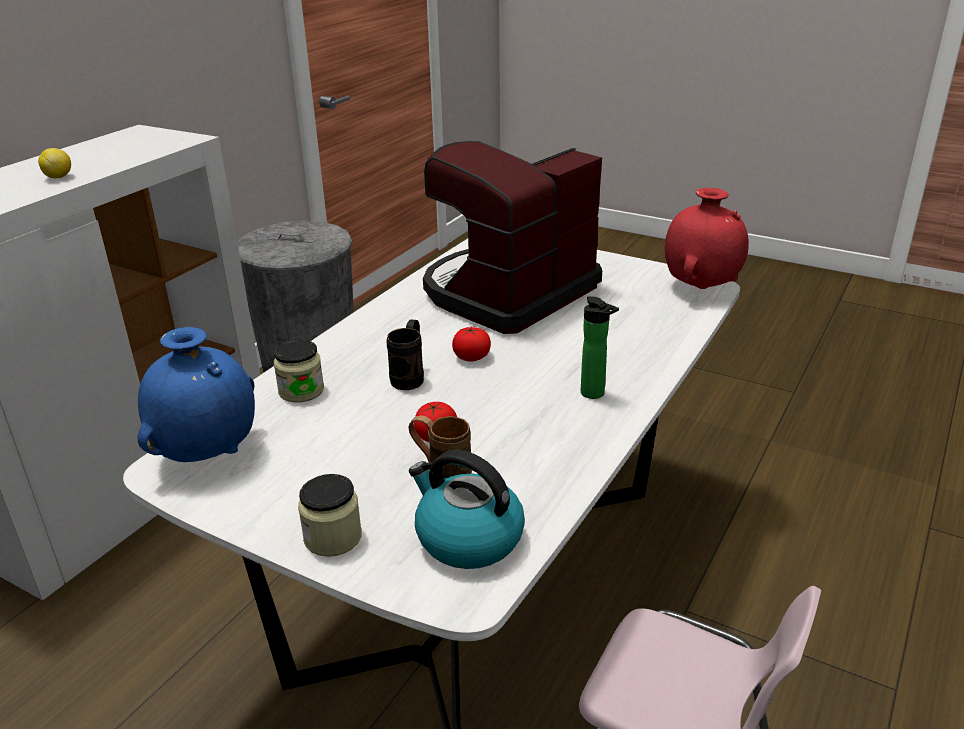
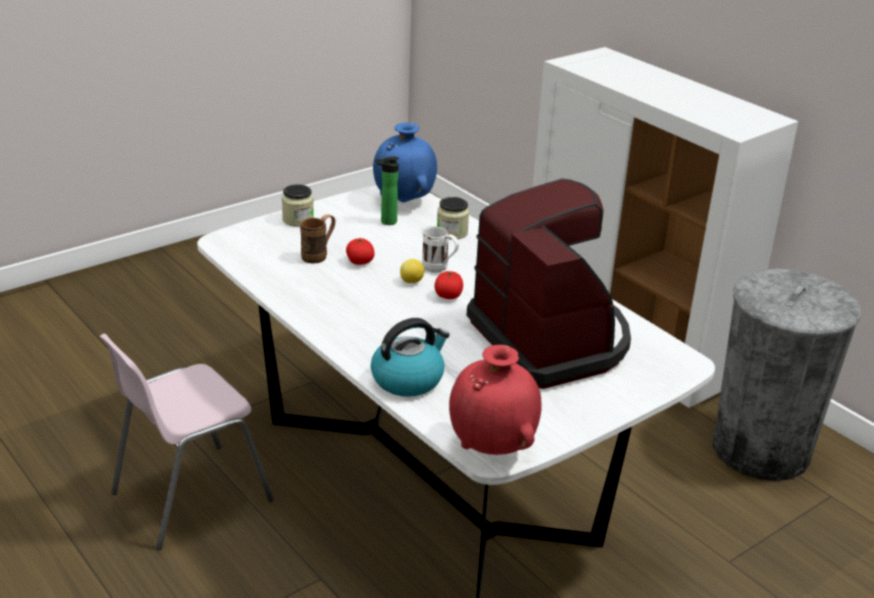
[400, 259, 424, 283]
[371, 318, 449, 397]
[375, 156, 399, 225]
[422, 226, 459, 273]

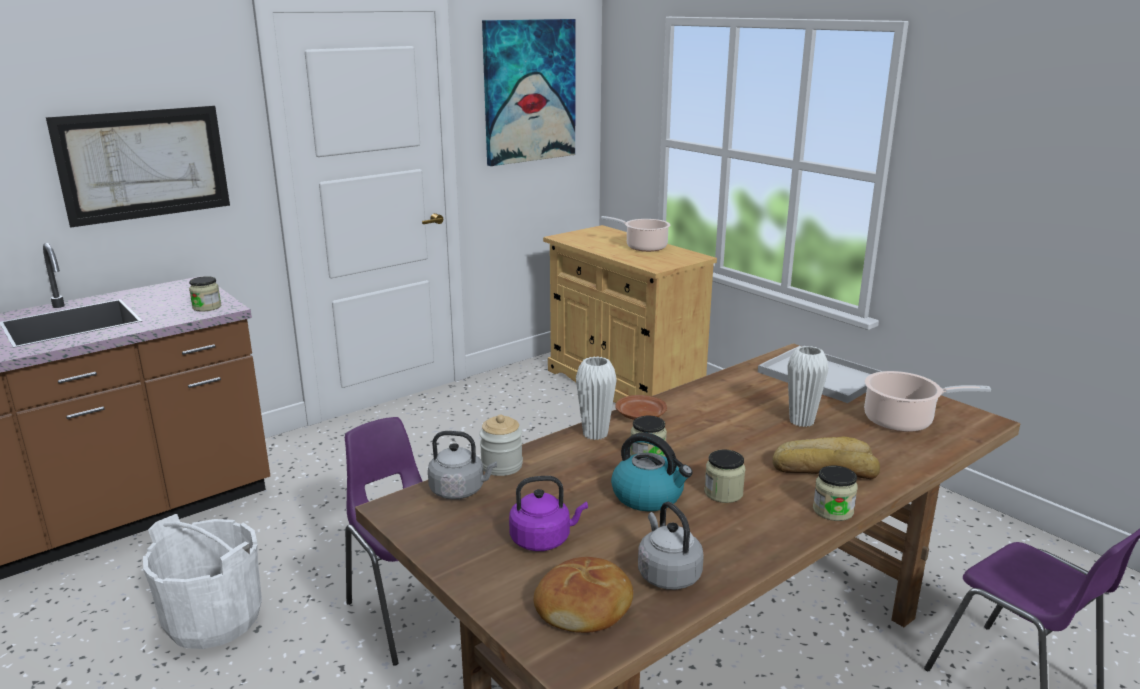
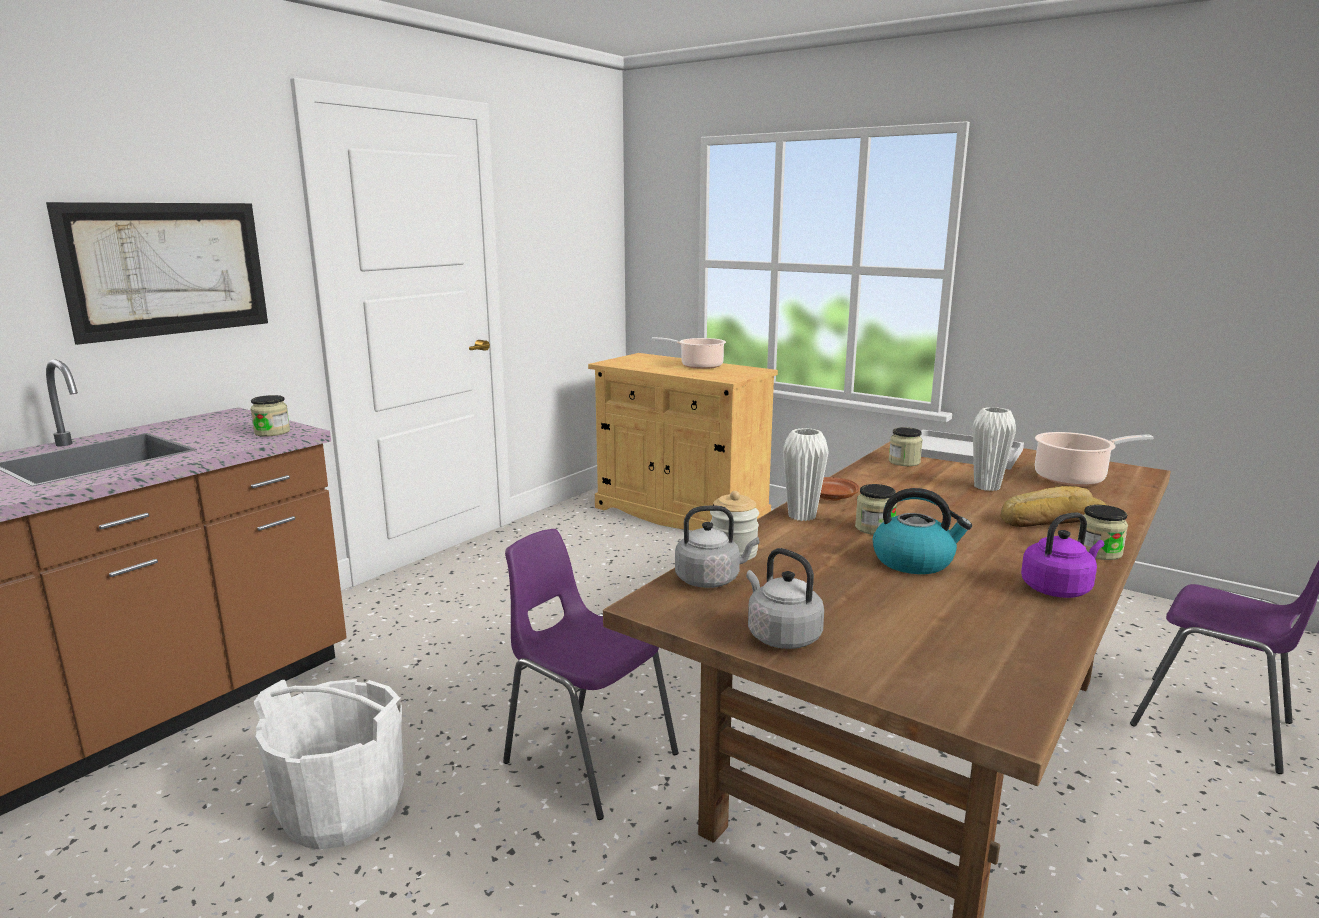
[482, 19, 576, 166] (first image)
[534, 557, 633, 633] (first image)
[1021, 512, 1104, 598]
[746, 548, 824, 649]
[889, 427, 923, 466]

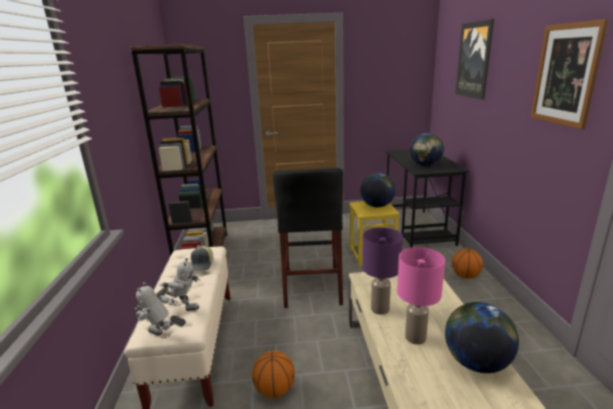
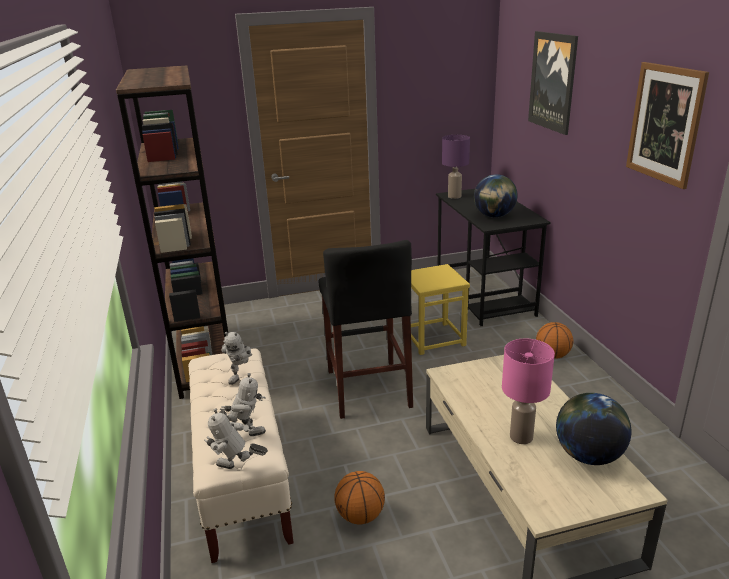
[360, 173, 395, 207] (first image)
[442, 135, 470, 199]
[221, 332, 252, 385]

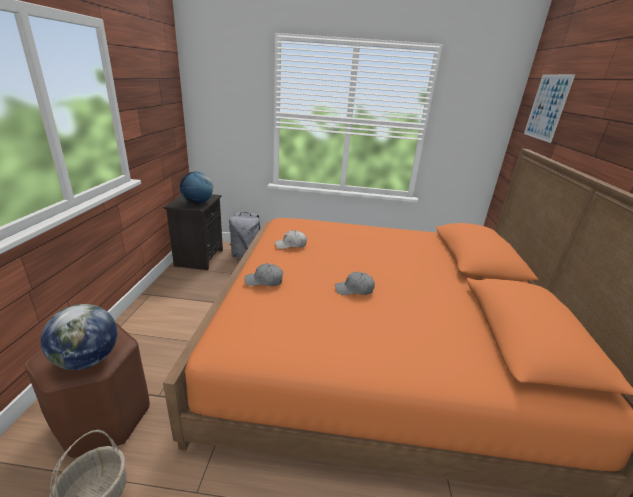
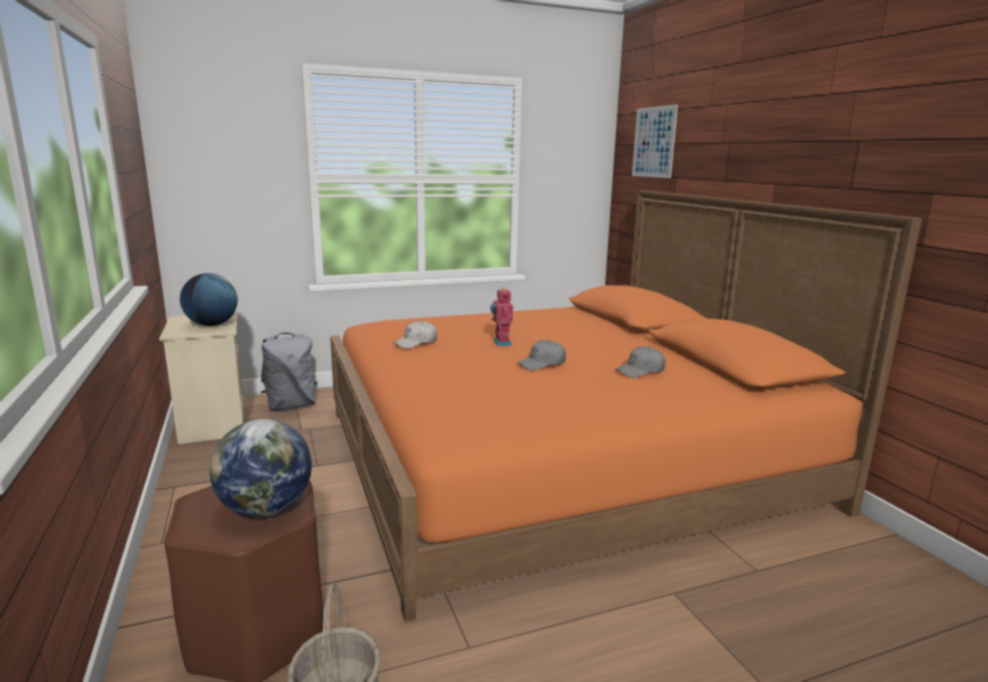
[490, 287, 513, 346]
[615, 346, 666, 378]
[159, 312, 245, 444]

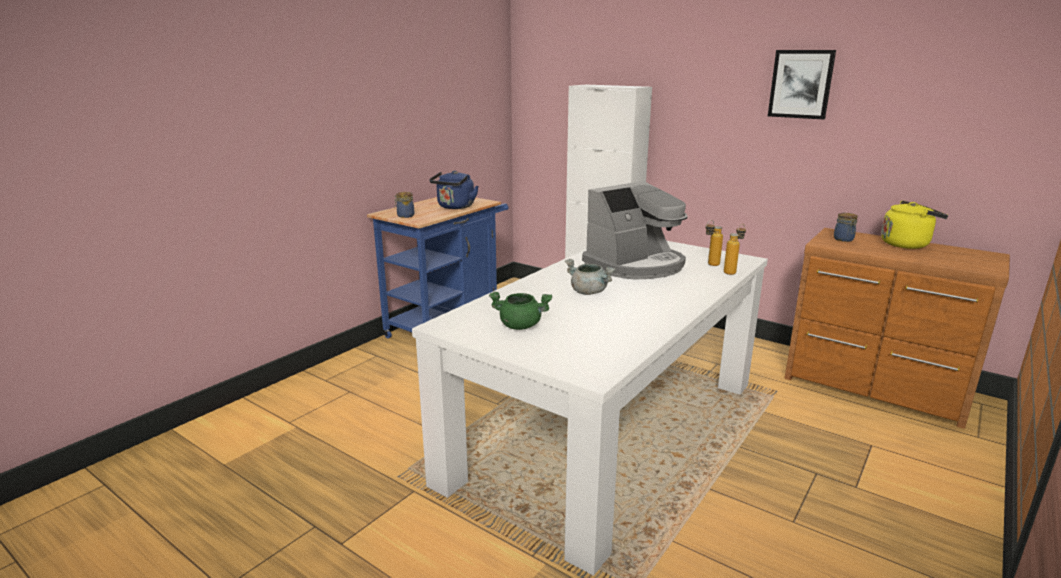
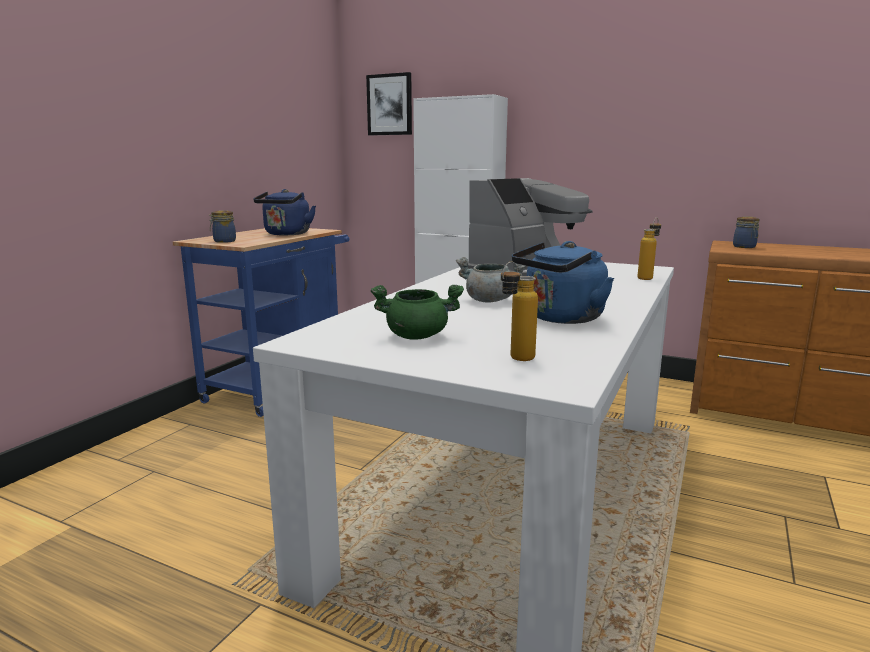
[881, 201, 948, 249] (first image)
[512, 241, 614, 324]
[501, 262, 538, 361]
[366, 72, 412, 135]

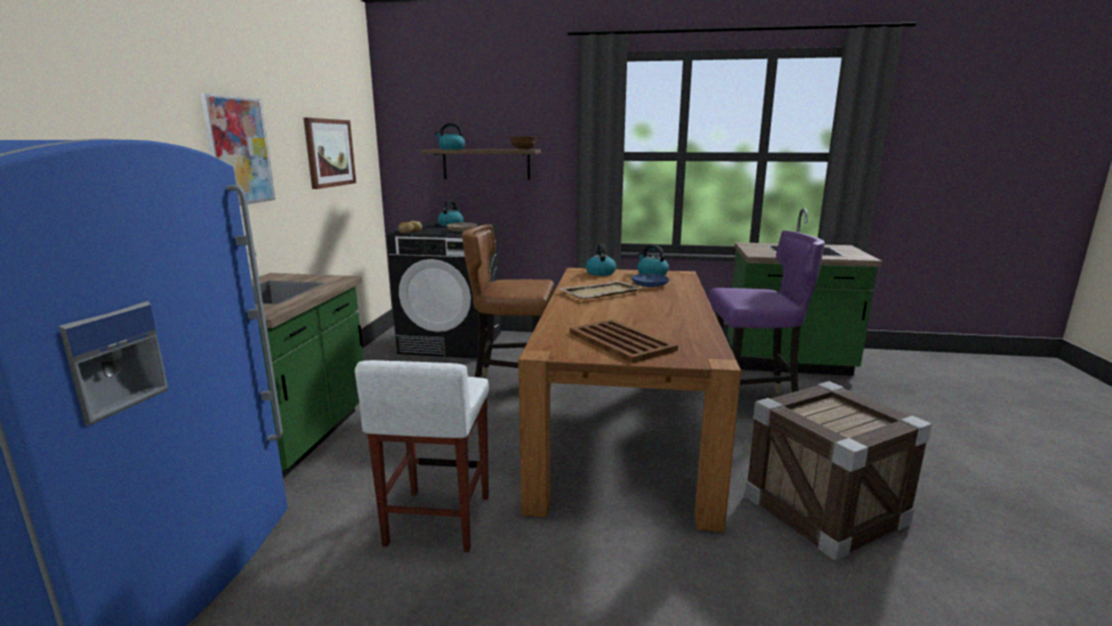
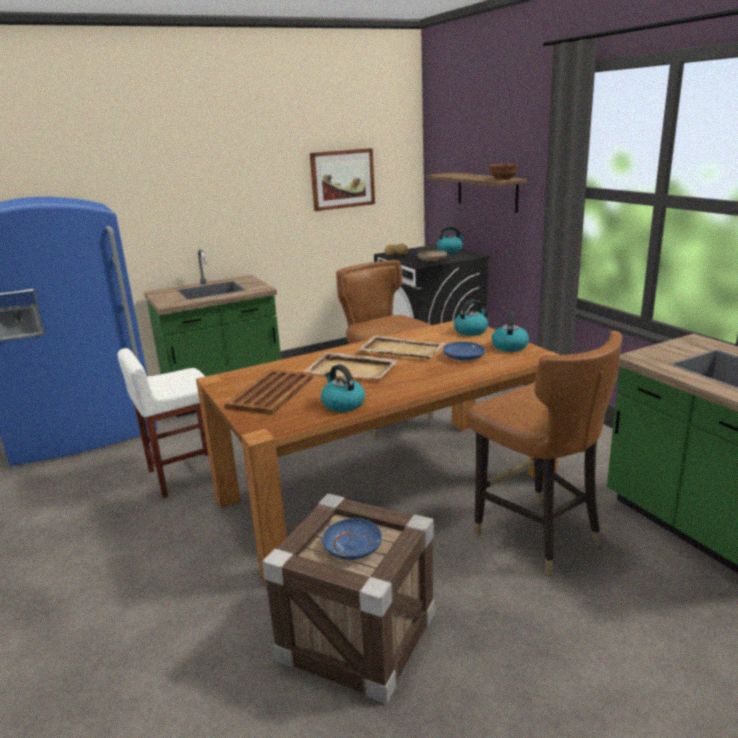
[200, 93, 275, 206] (first image)
[303, 352, 398, 379]
[322, 518, 382, 560]
[321, 364, 365, 412]
[466, 331, 622, 576]

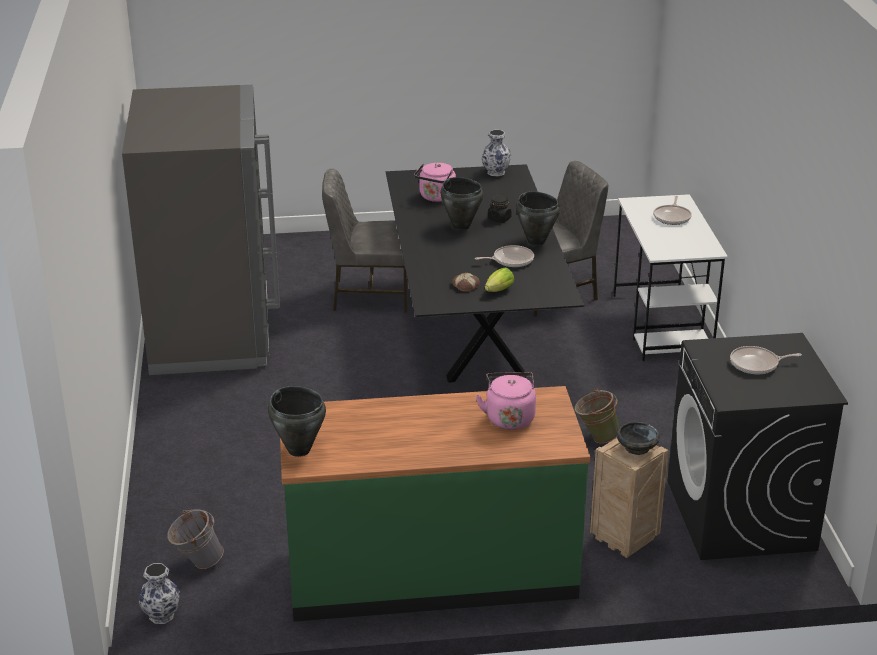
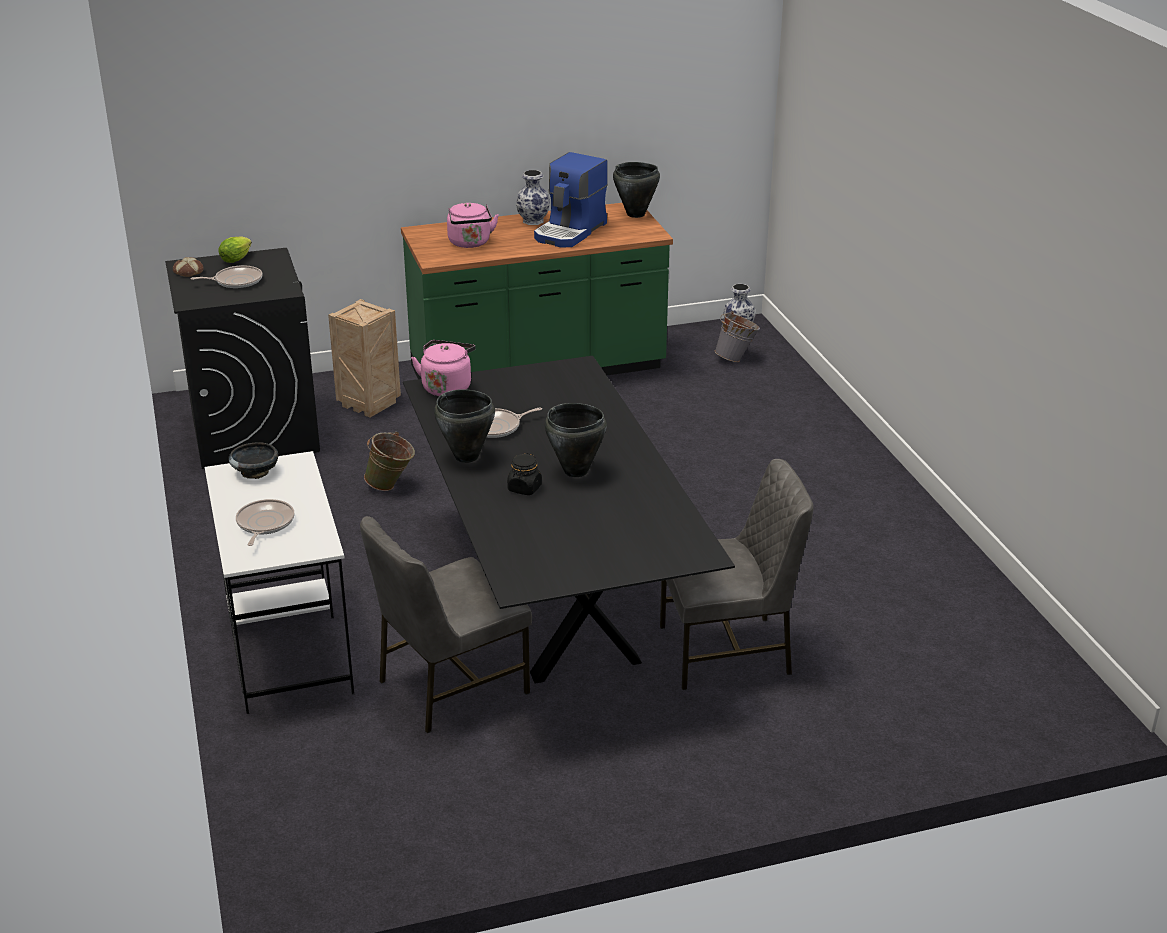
[122, 85, 280, 375] (first image)
[534, 152, 608, 248]
[411, 340, 476, 396]
[173, 257, 204, 277]
[516, 170, 550, 225]
[219, 236, 252, 263]
[229, 442, 278, 479]

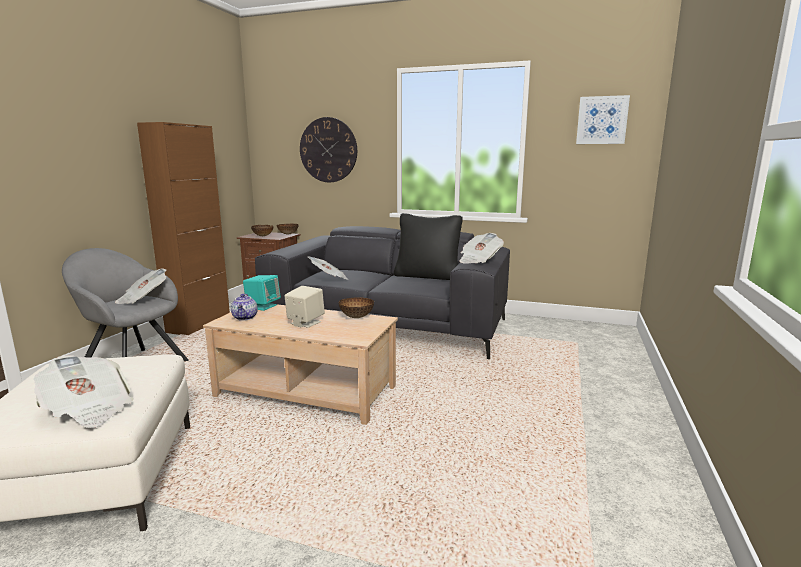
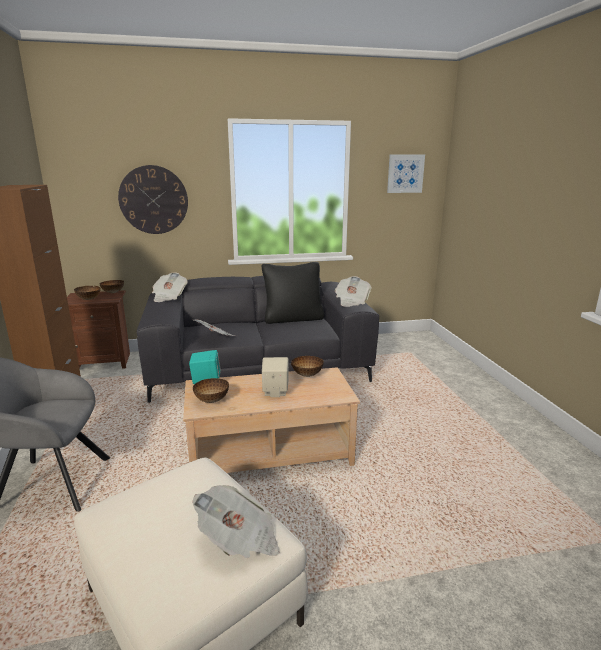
[152, 272, 188, 302]
[193, 378, 229, 403]

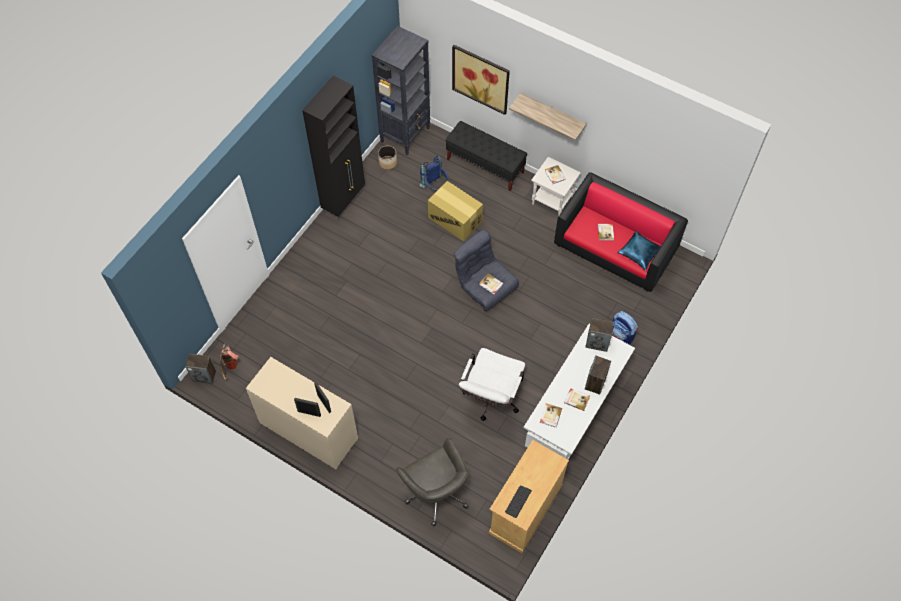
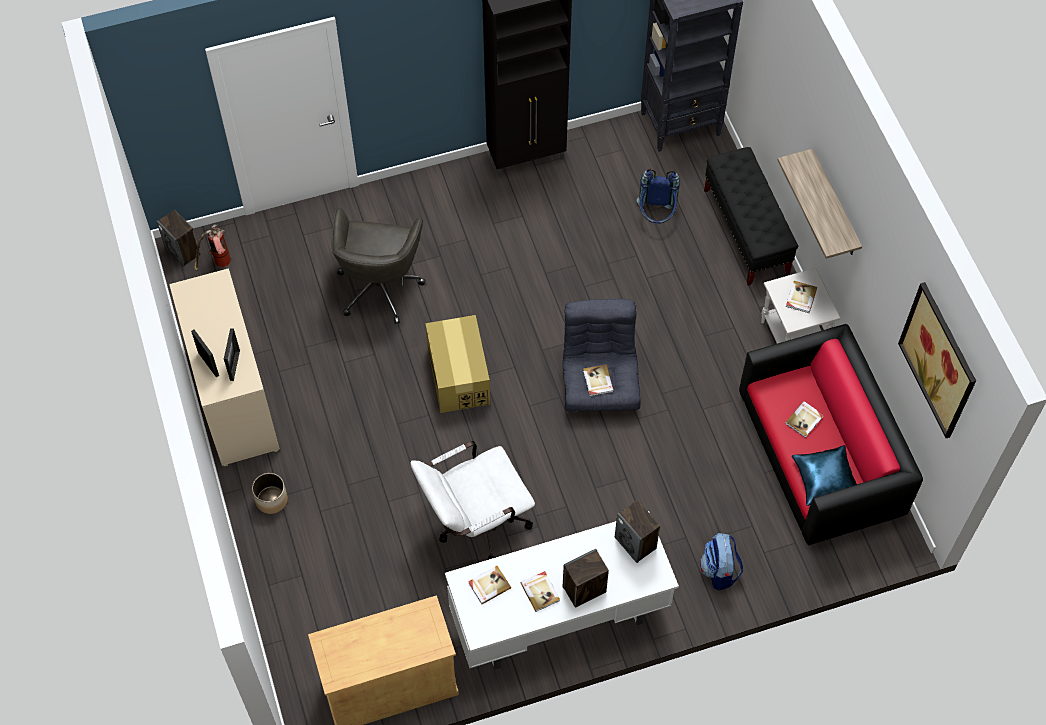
[505, 485, 532, 518] (first image)
[252, 473, 288, 514]
[332, 208, 426, 324]
[425, 315, 490, 413]
[898, 282, 976, 438]

